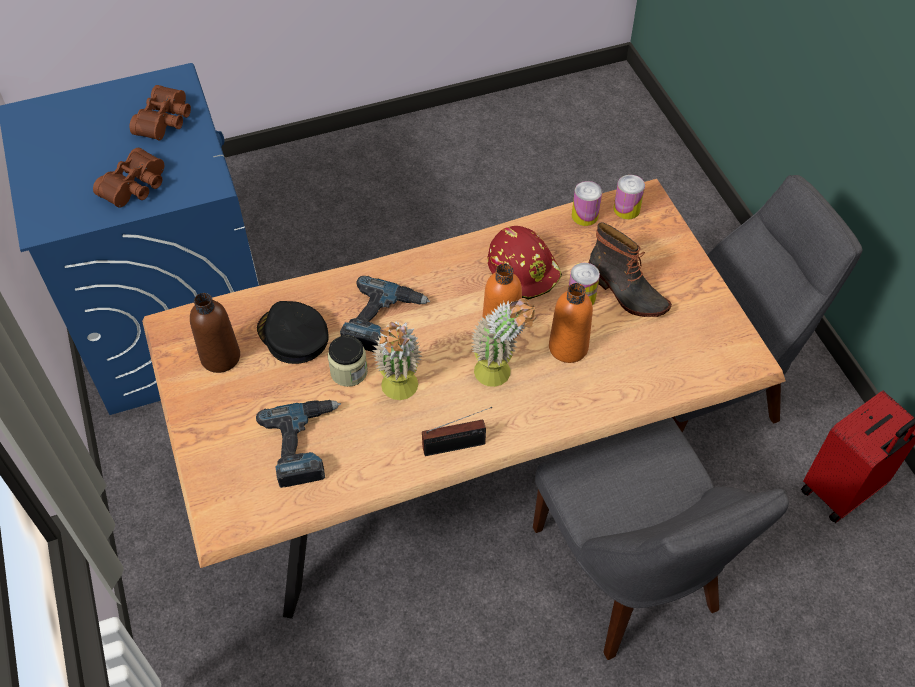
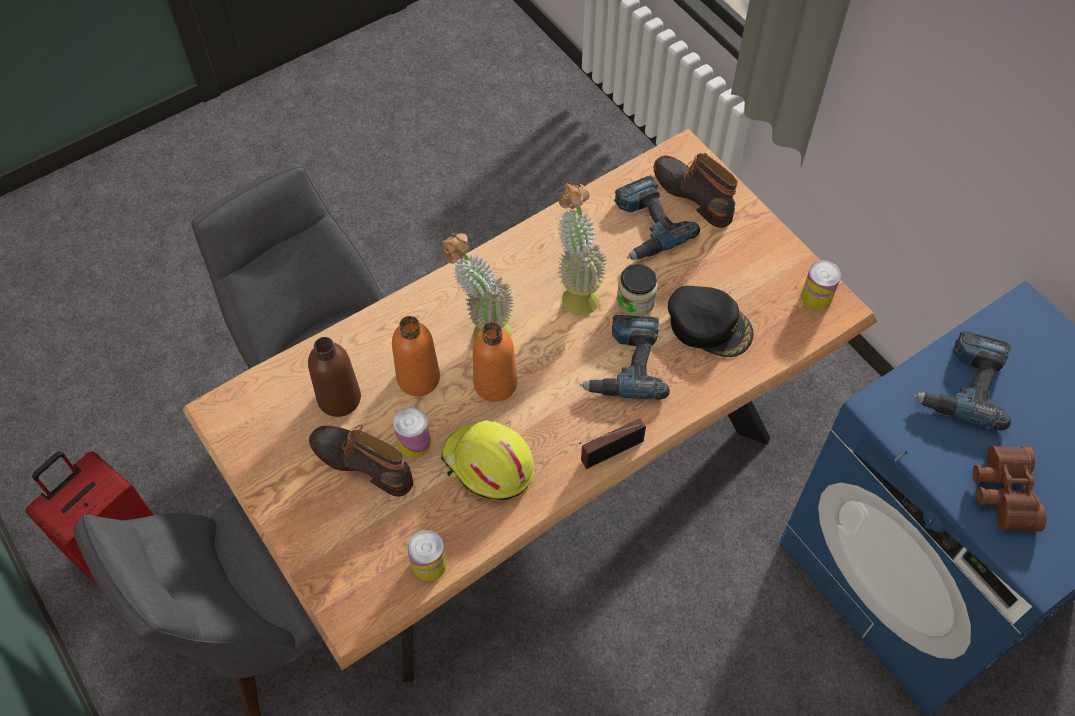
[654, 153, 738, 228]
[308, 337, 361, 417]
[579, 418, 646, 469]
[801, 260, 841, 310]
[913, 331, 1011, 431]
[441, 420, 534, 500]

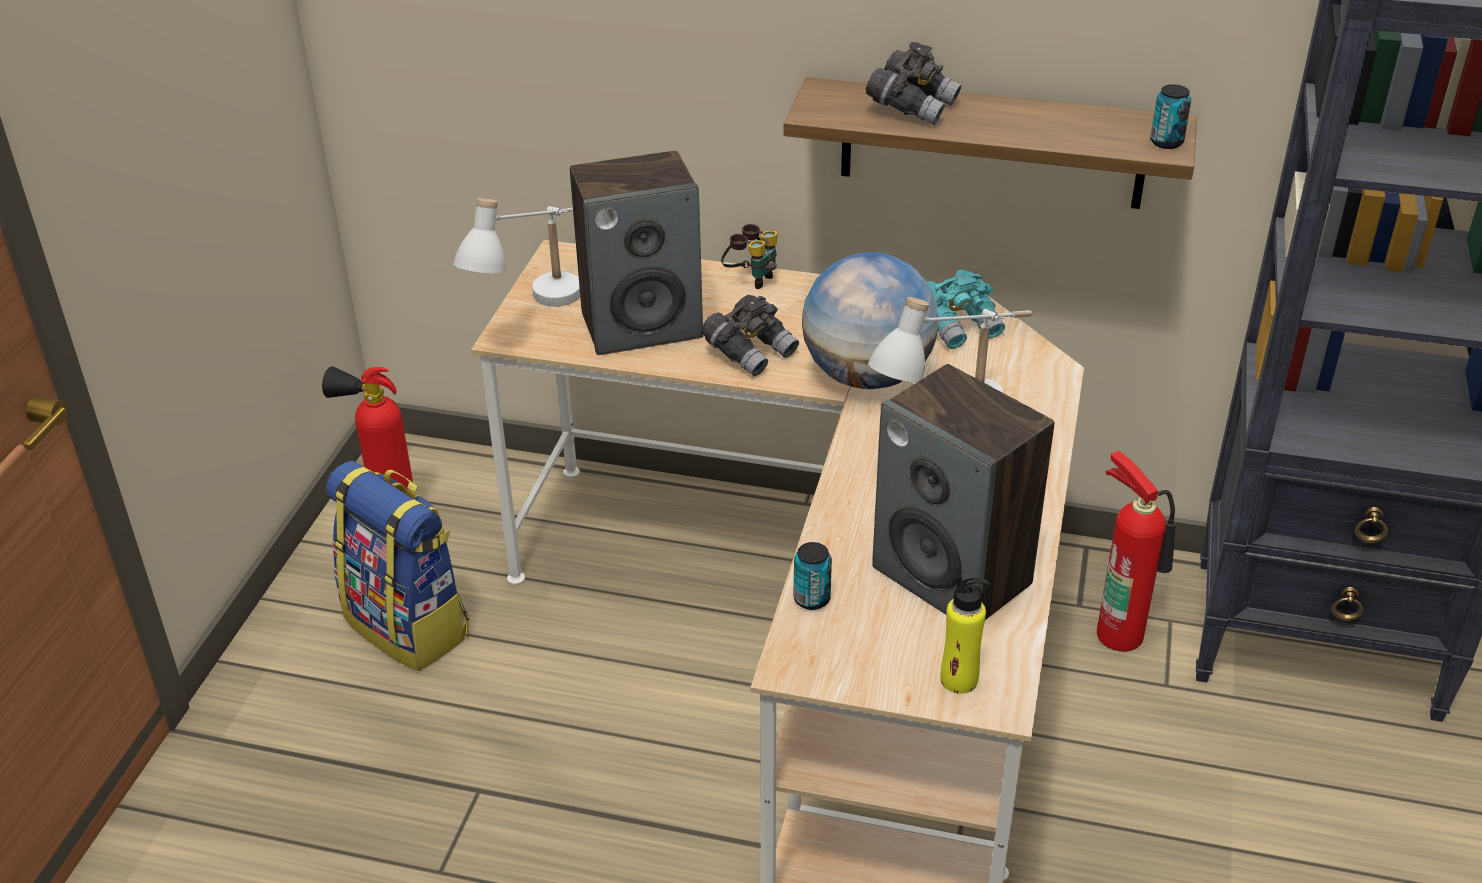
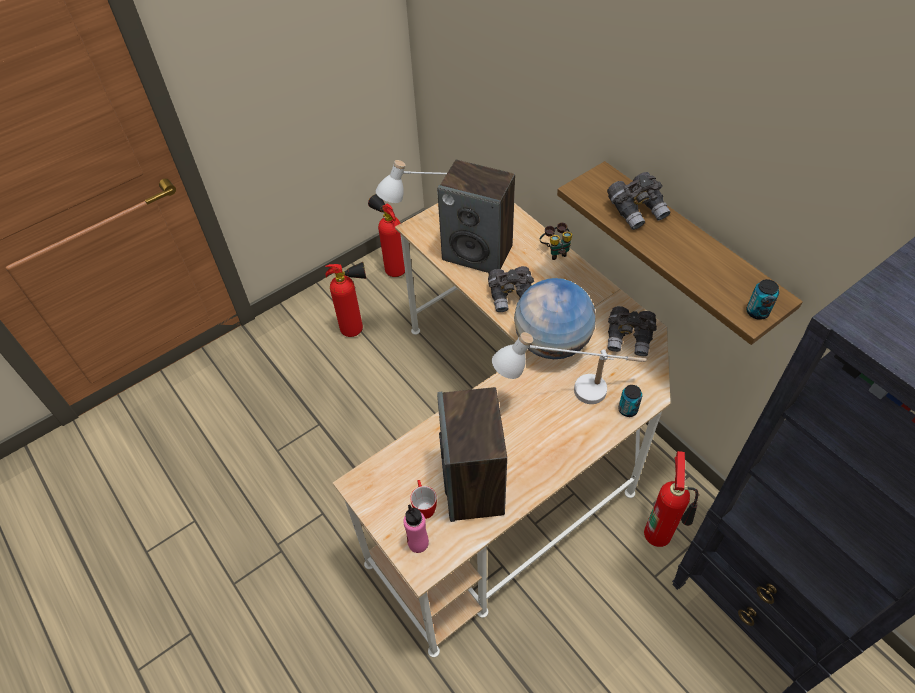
[410, 480, 437, 519]
[618, 385, 642, 417]
[325, 262, 366, 337]
[607, 306, 657, 356]
[403, 504, 429, 553]

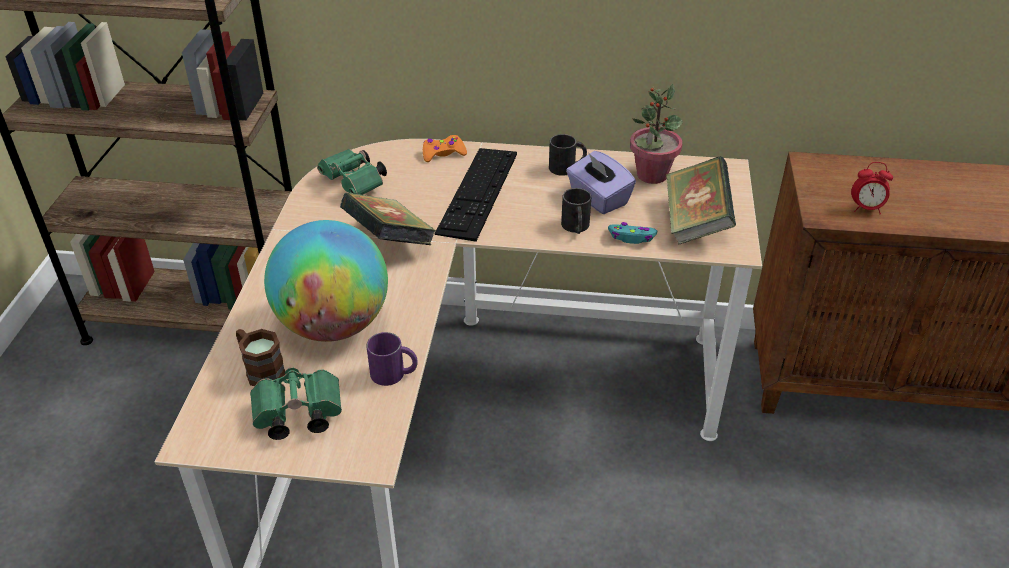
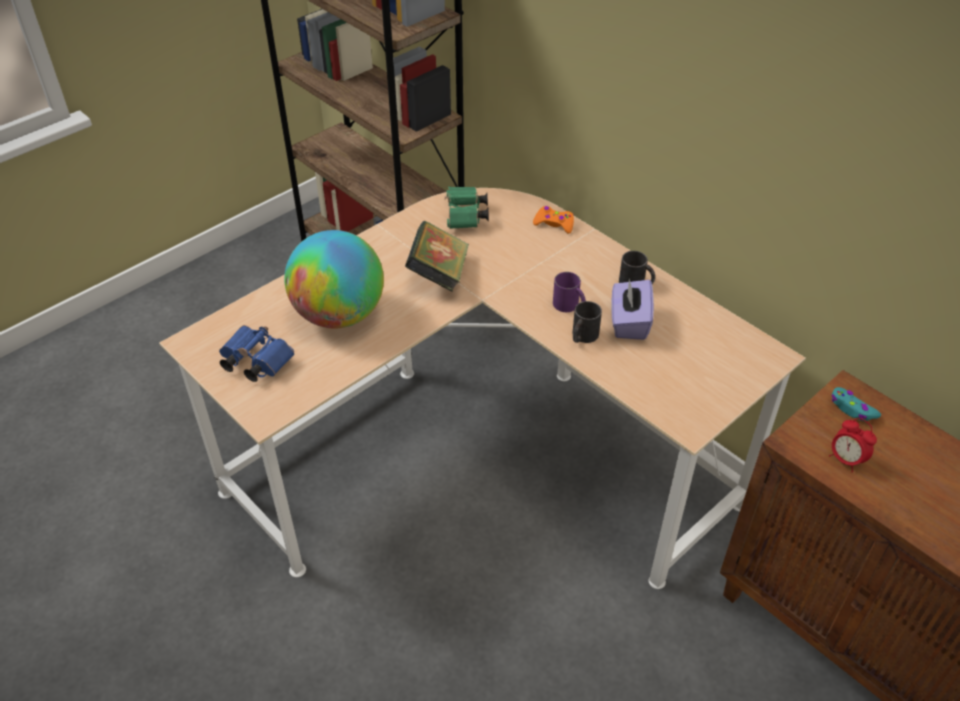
[236, 329, 285, 386] (first image)
[434, 148, 517, 242] (first image)
[630, 84, 683, 184] (first image)
[666, 156, 736, 245] (first image)
[553, 272, 586, 312]
[832, 387, 881, 421]
[219, 325, 294, 382]

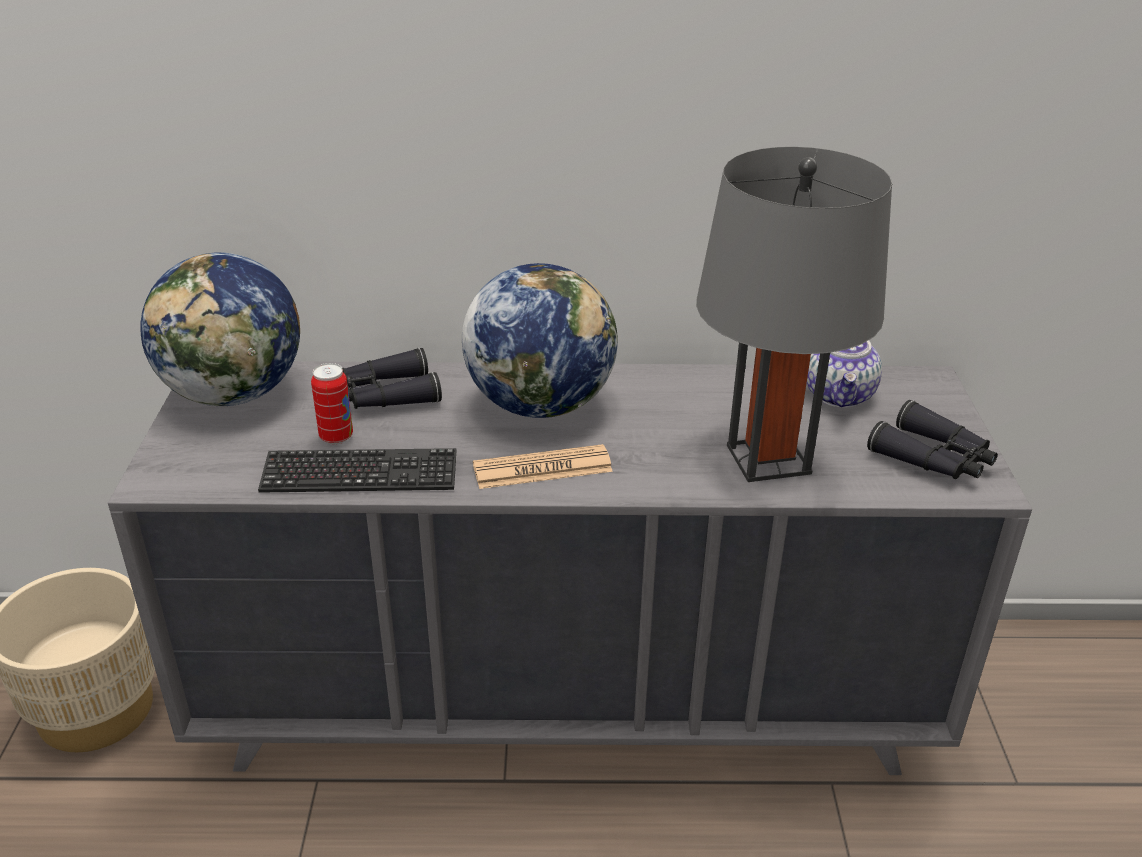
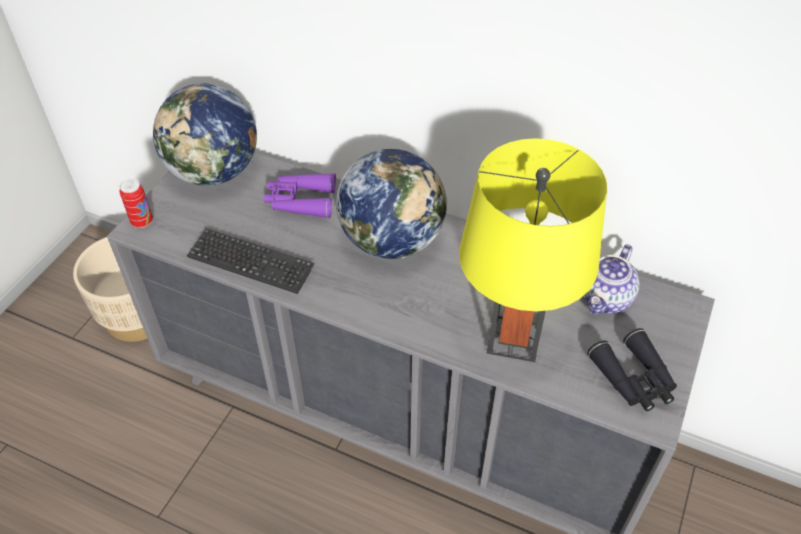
[473, 444, 613, 489] (first image)
[119, 178, 153, 228]
[264, 173, 336, 219]
[459, 138, 607, 362]

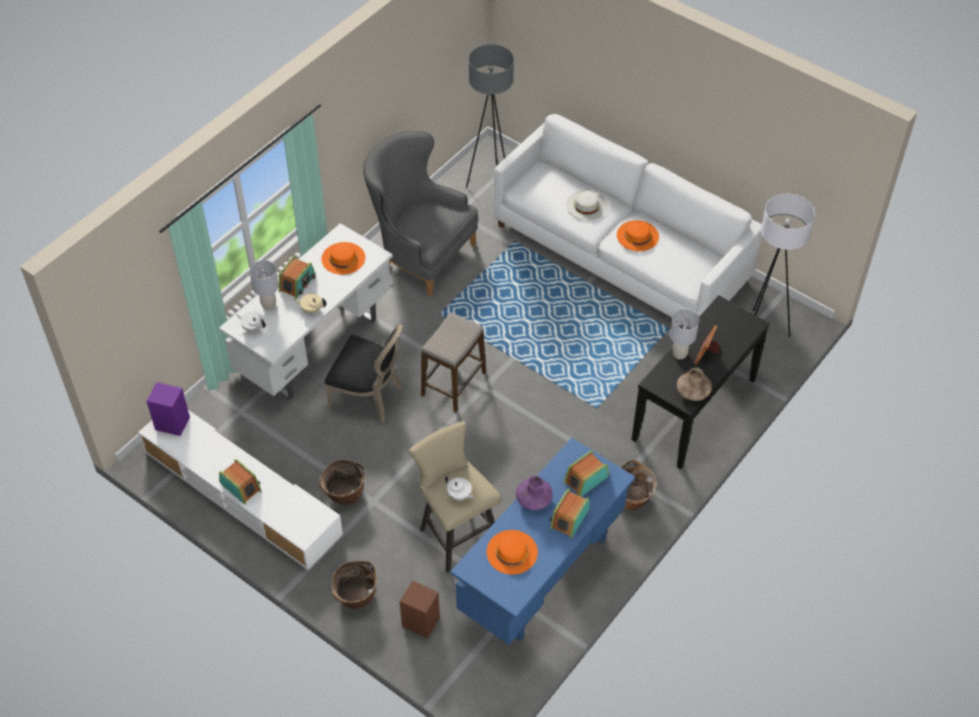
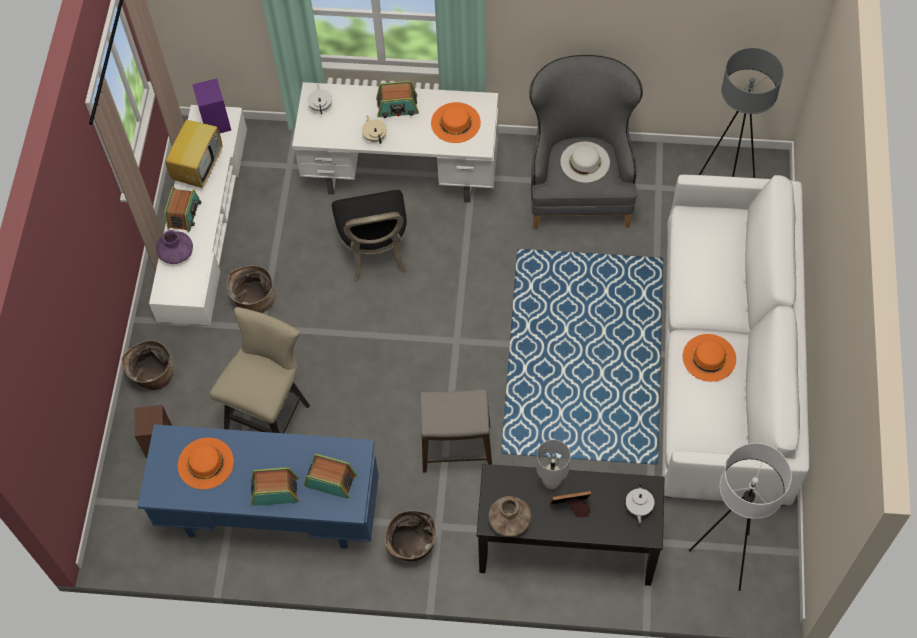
[250, 260, 279, 311] (first image)
[166, 108, 223, 188]
[420, 389, 492, 473]
[626, 482, 654, 523]
[156, 230, 193, 264]
[560, 141, 610, 183]

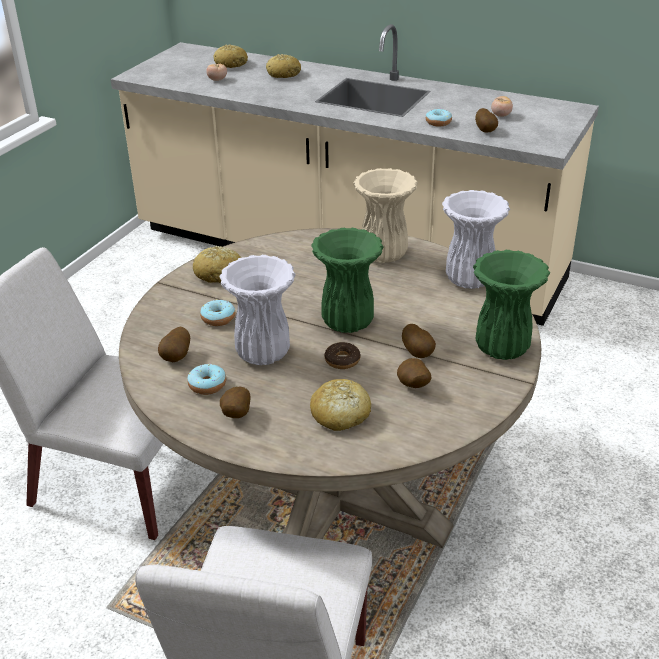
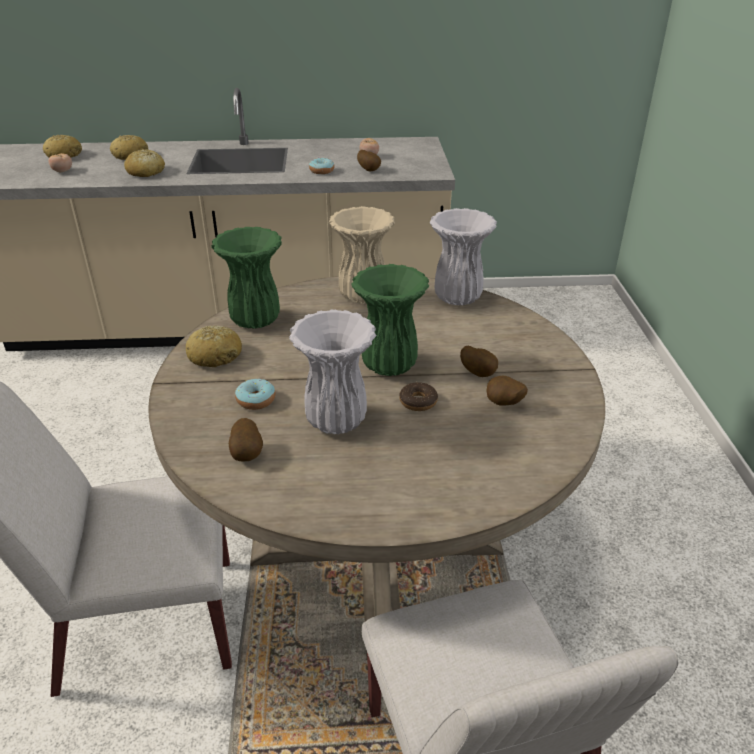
[187, 364, 226, 395] (first image)
[220, 386, 251, 418] (first image)
[124, 149, 165, 177]
[211, 227, 282, 329]

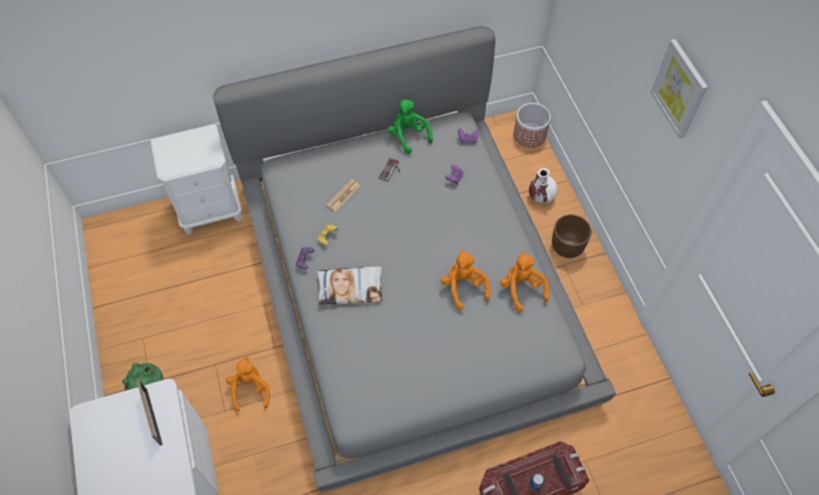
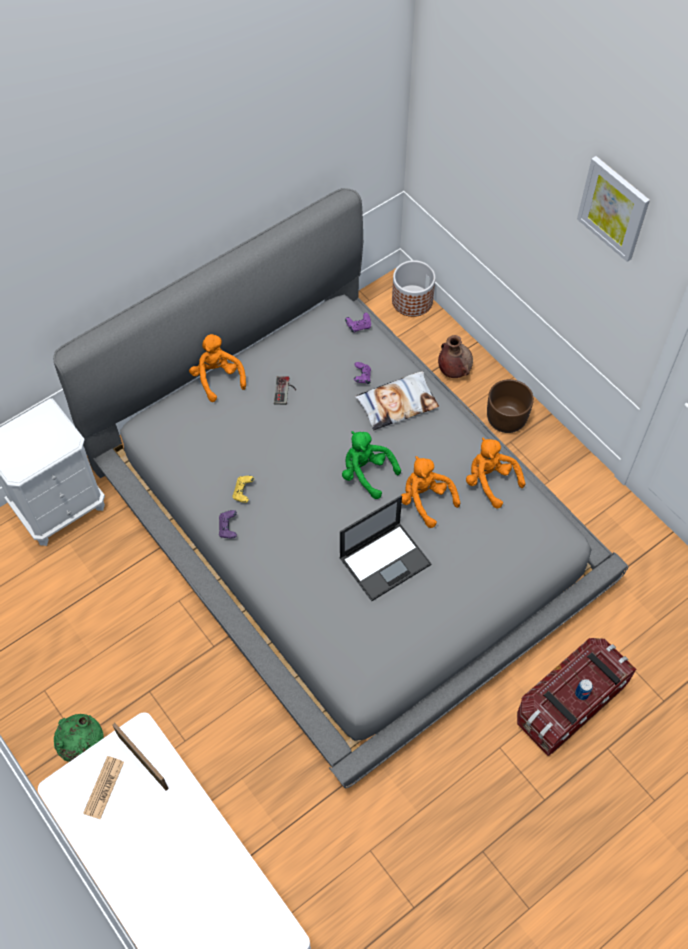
[339, 495, 431, 601]
[189, 334, 246, 402]
[355, 371, 439, 430]
[83, 756, 124, 819]
[342, 431, 401, 499]
[438, 335, 473, 378]

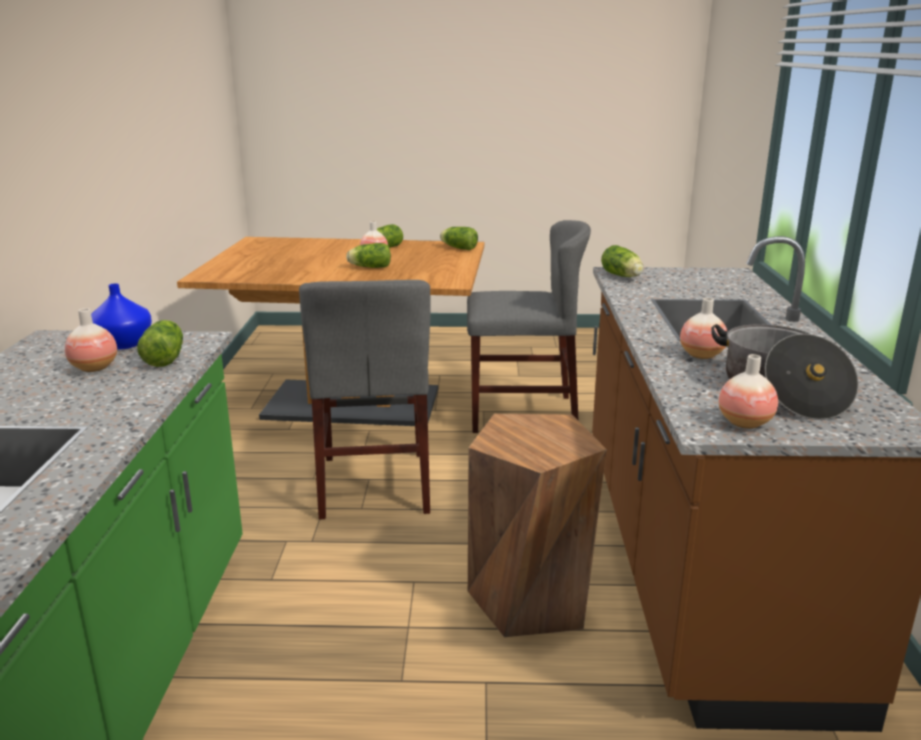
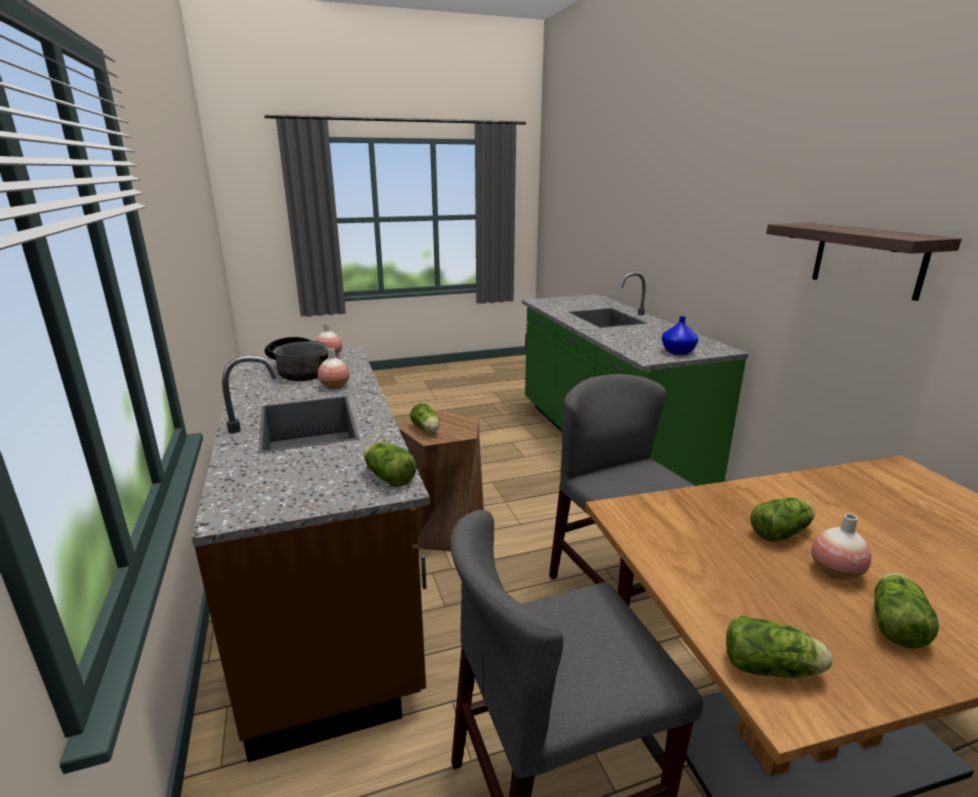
[65, 308, 117, 372] (first image)
[766, 223, 962, 301]
[410, 403, 439, 432]

